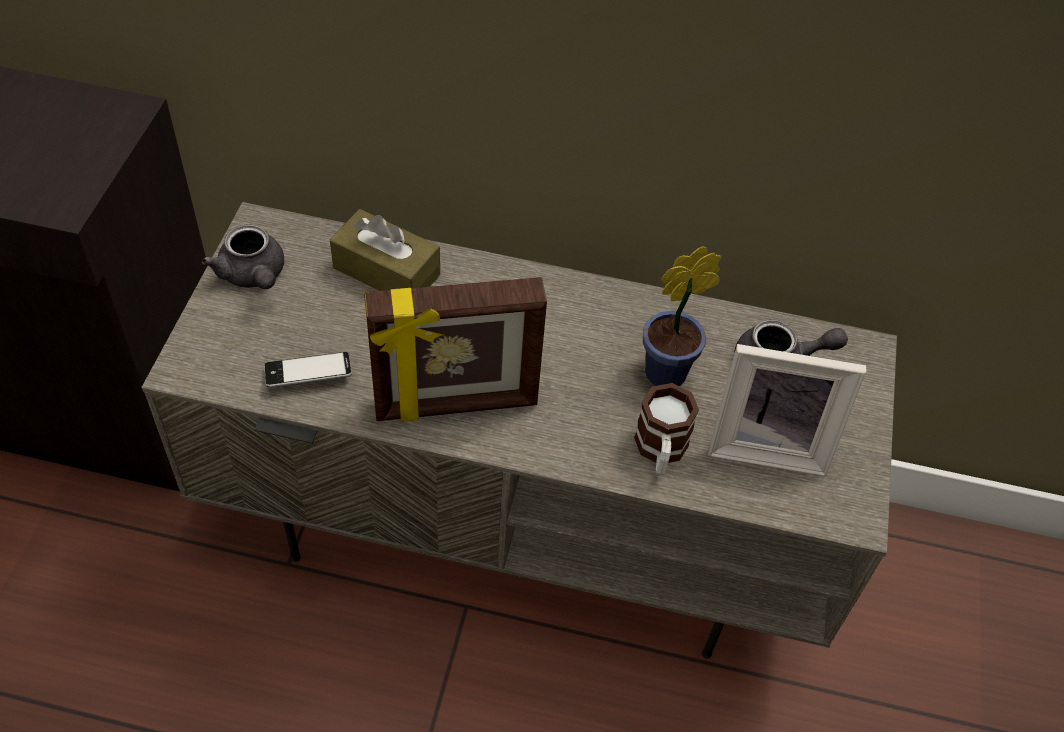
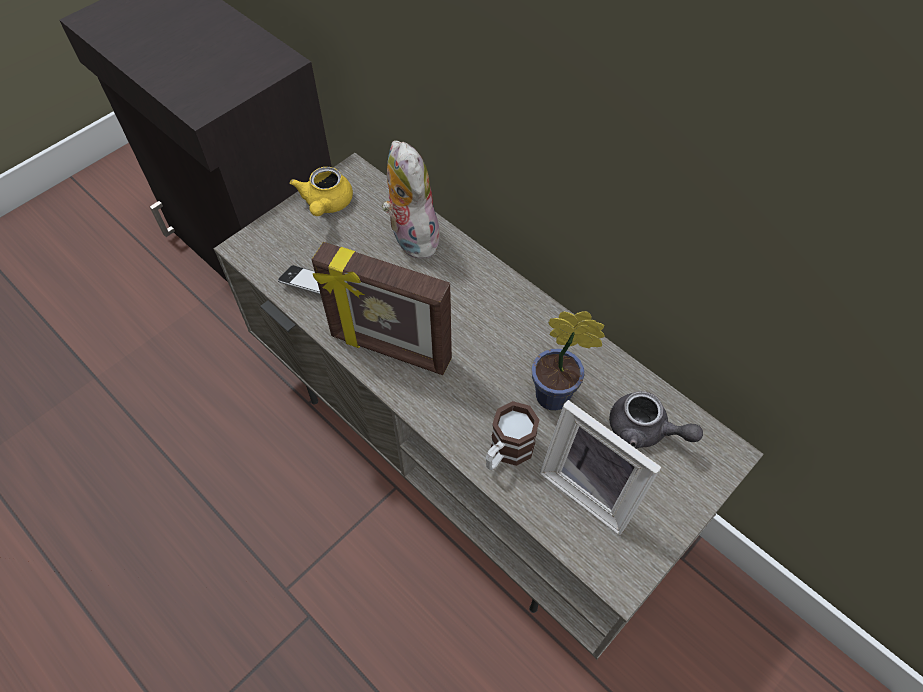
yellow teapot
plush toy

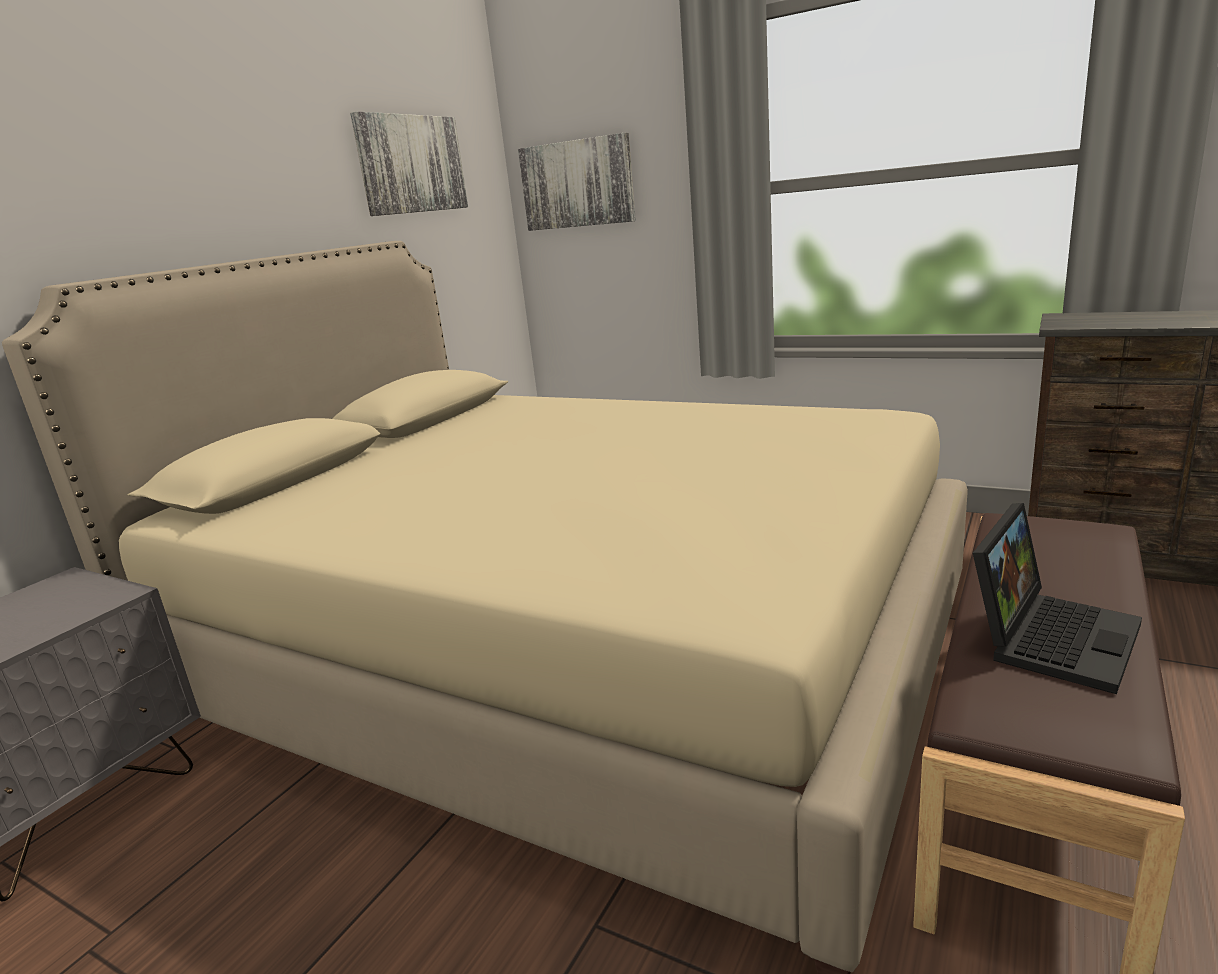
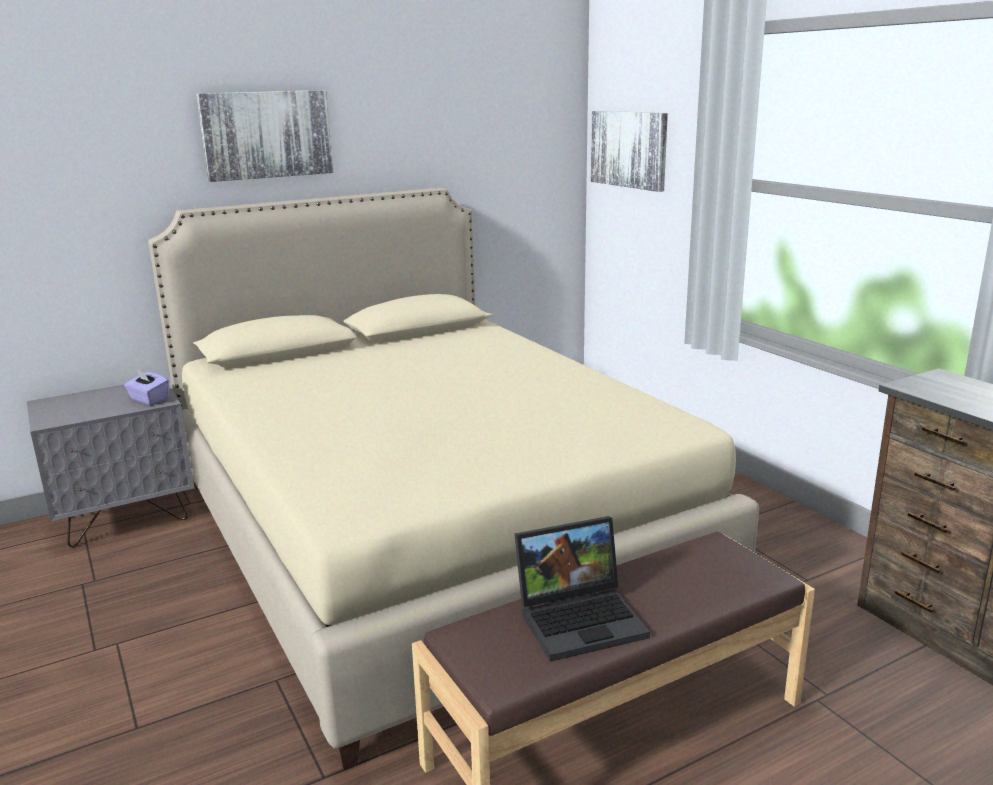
purple tissue box
picture (1st from left)

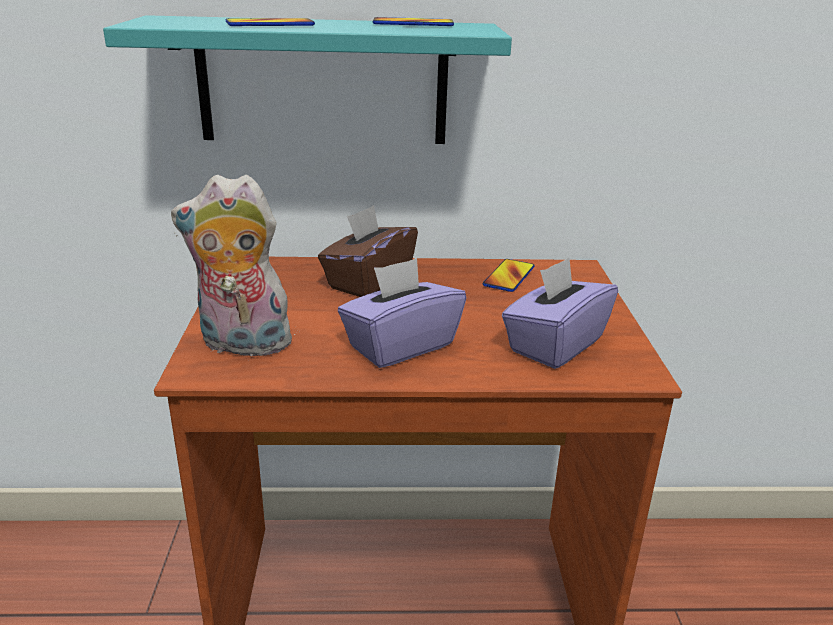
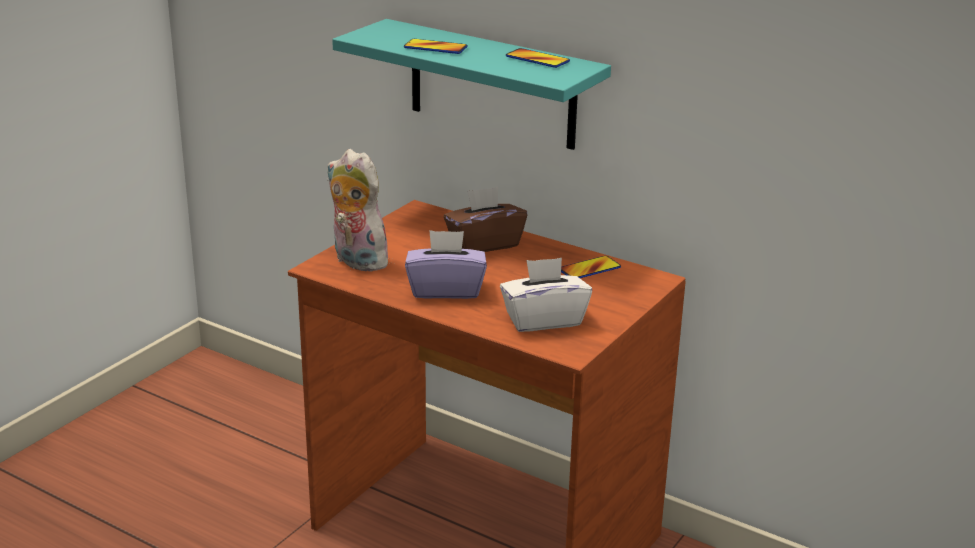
white tissue box

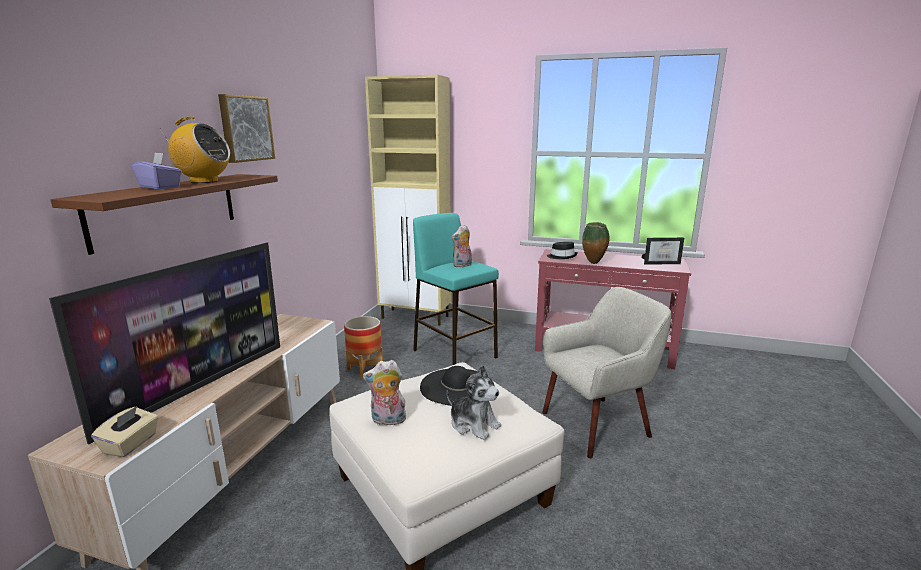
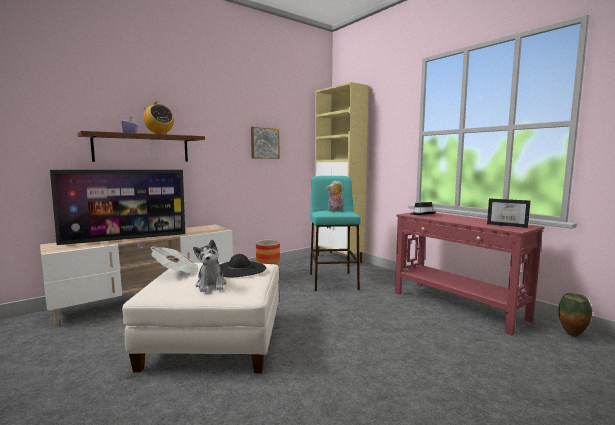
newspaper
picture
vase
beige tissue box
beige armchair

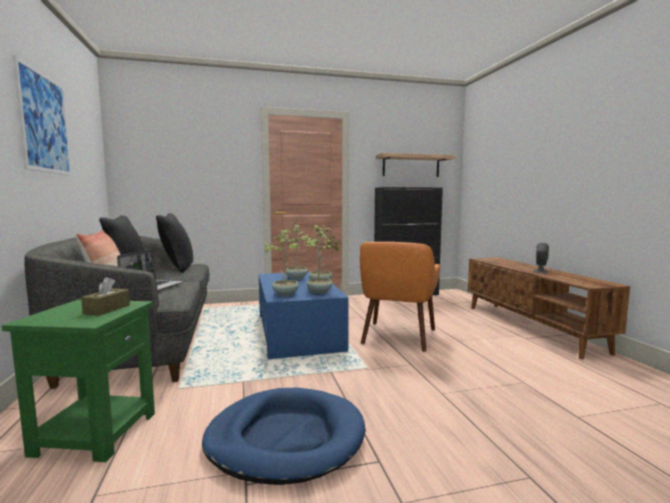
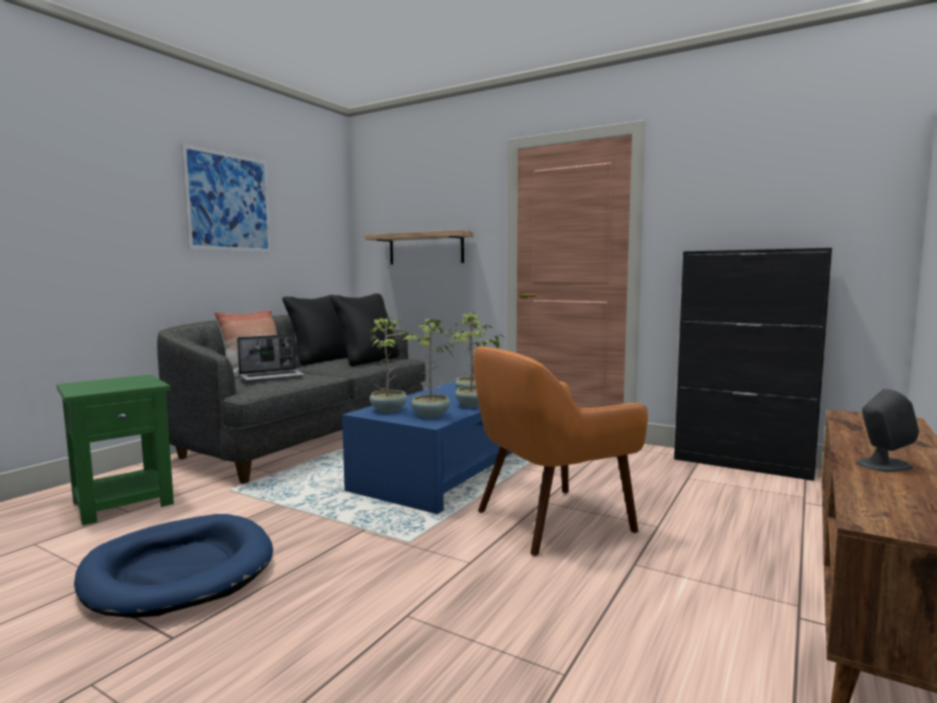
shelf
brown tissue box

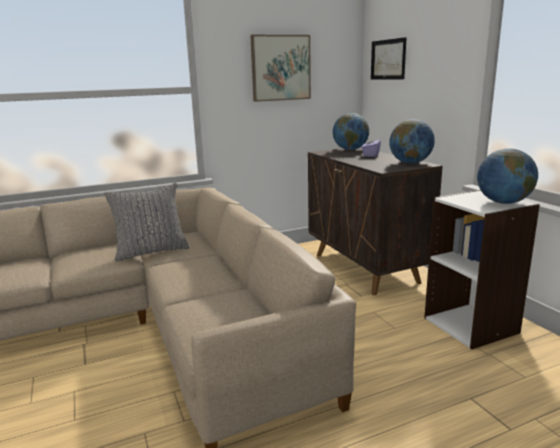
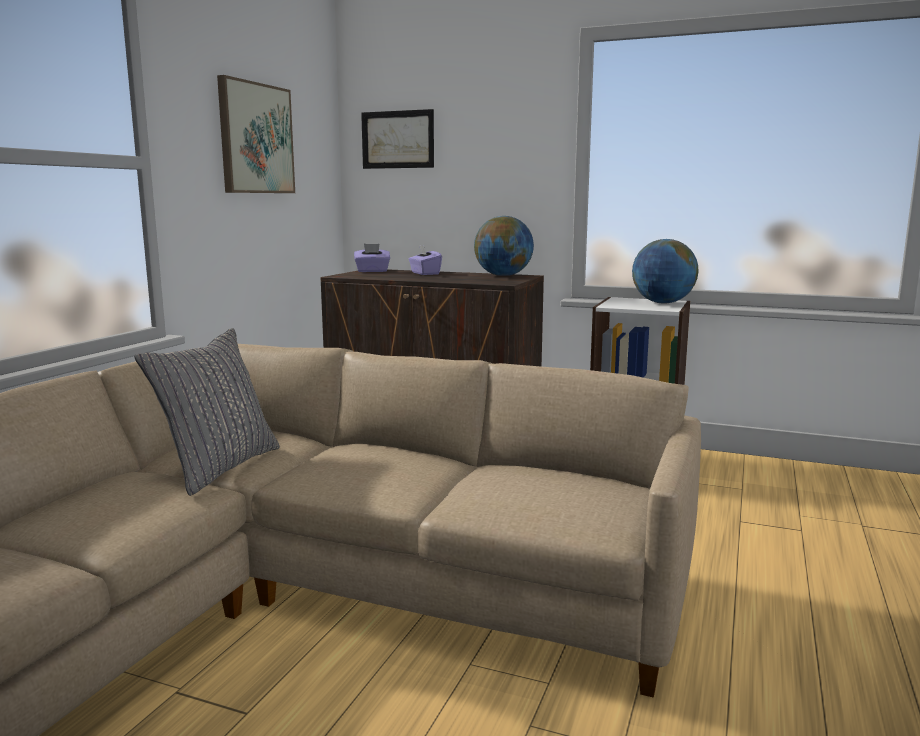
purple tissue box (1st from left)

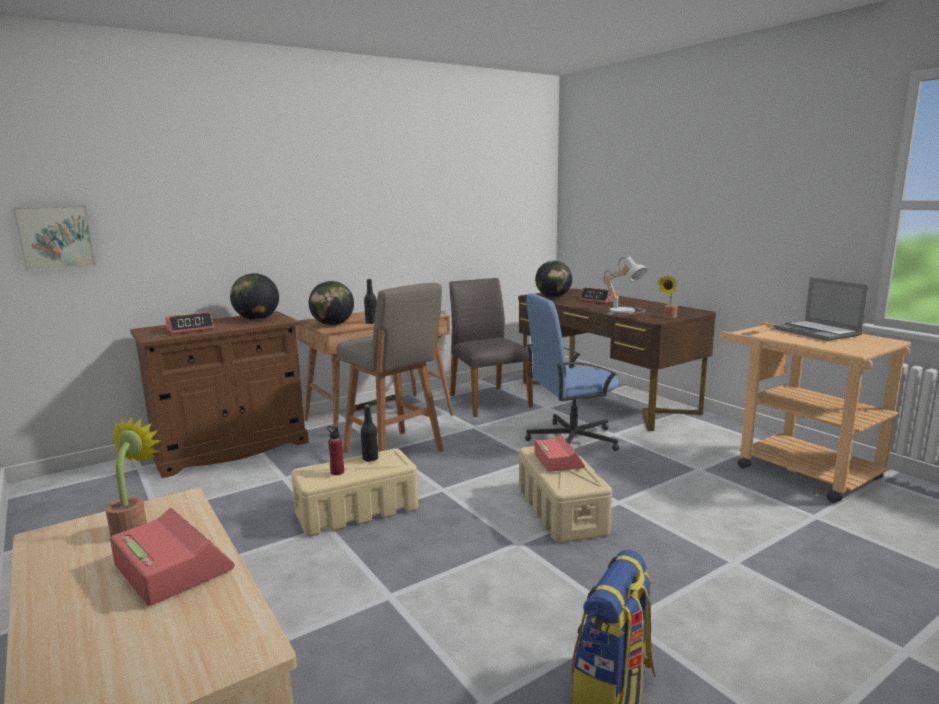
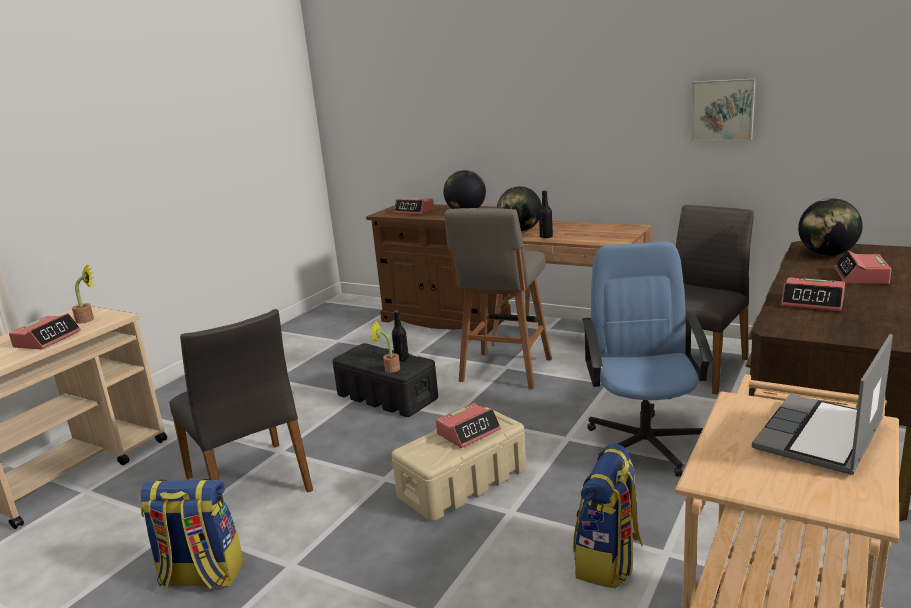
grey chair (1st from left)
black storage box
potted plant (2nd from left)
backpack (2nd from left)
blue office chair
picture
alarm clock (4th from left)
red bottle

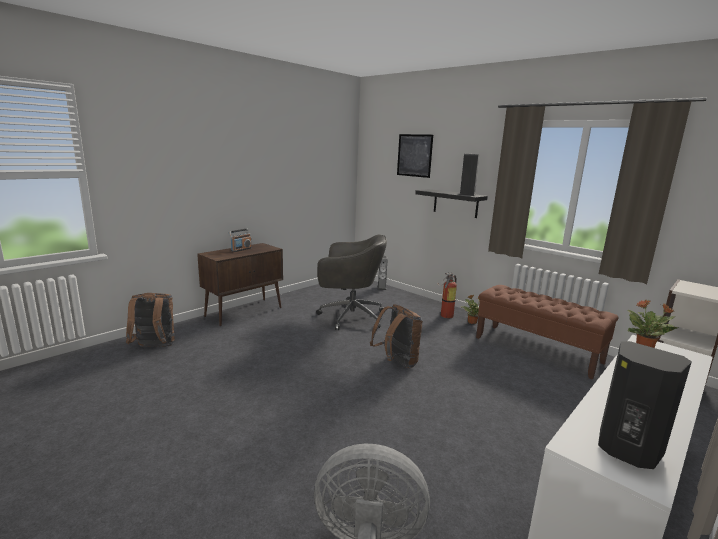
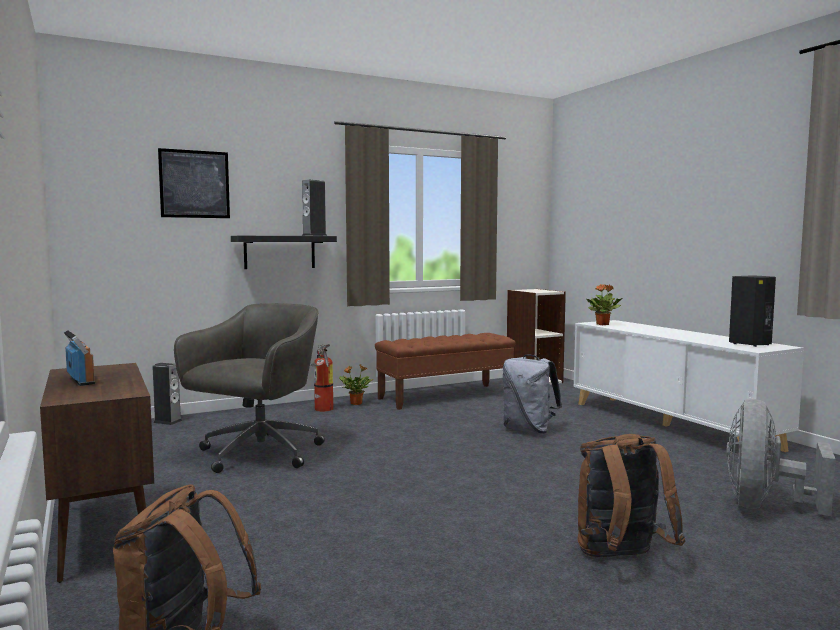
grey backpack
brown backpack (2nd from left)

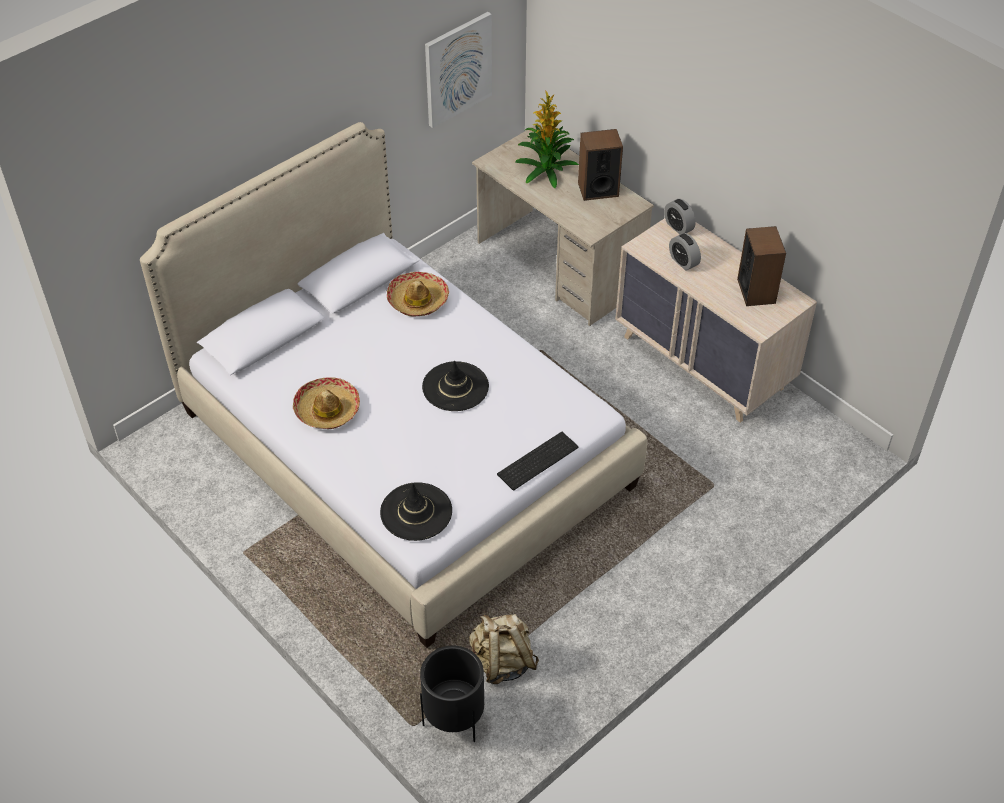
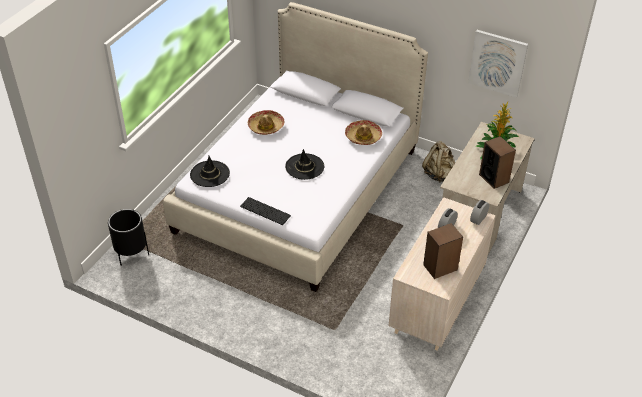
beige backpack

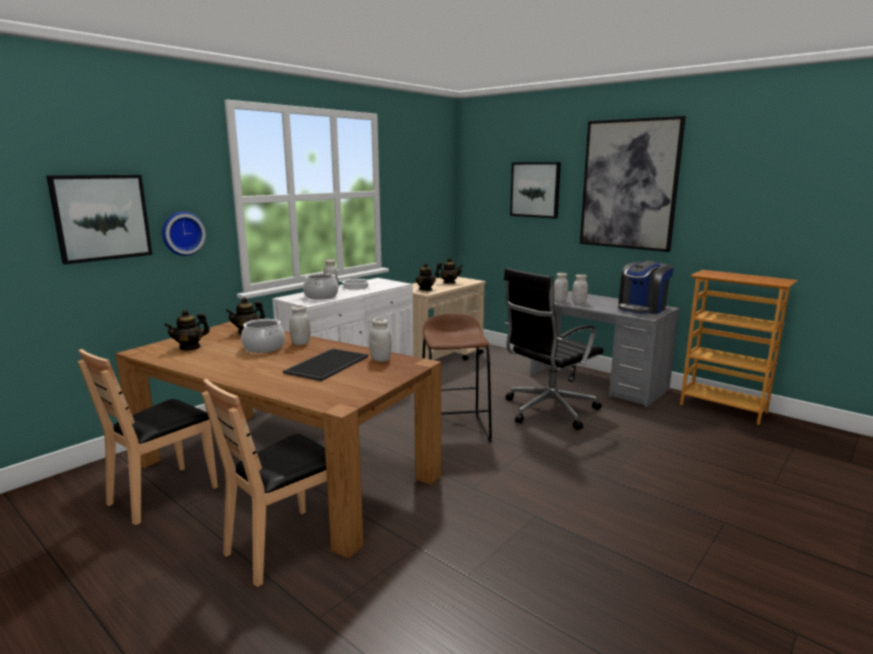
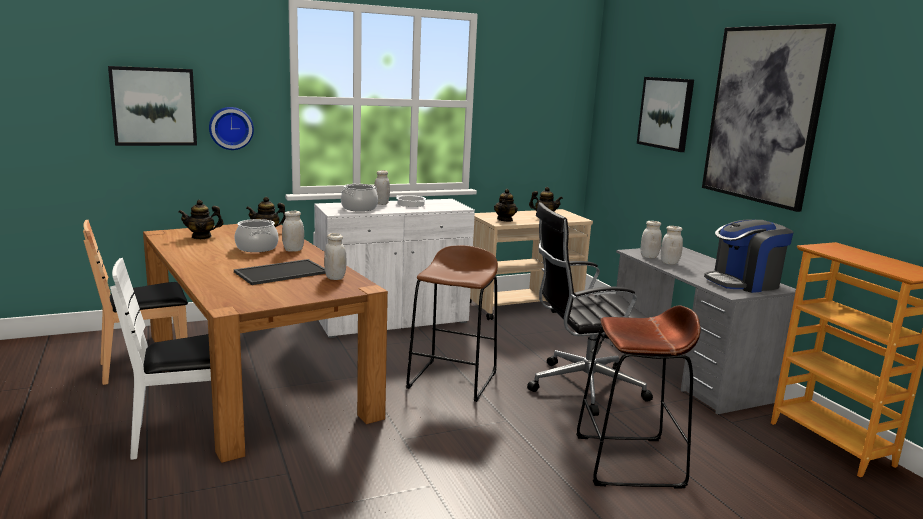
white chair
brown stool (2nd from left)

